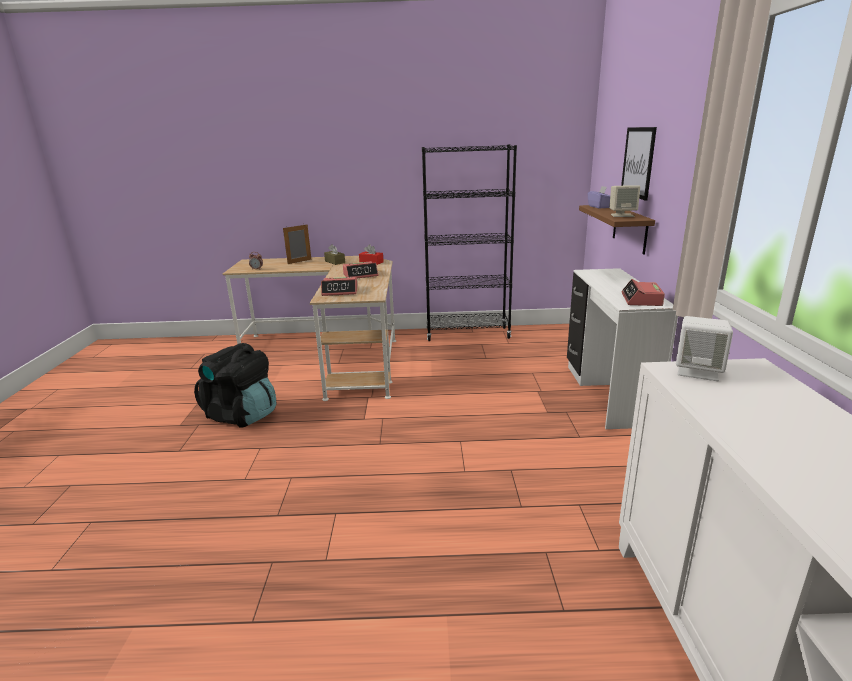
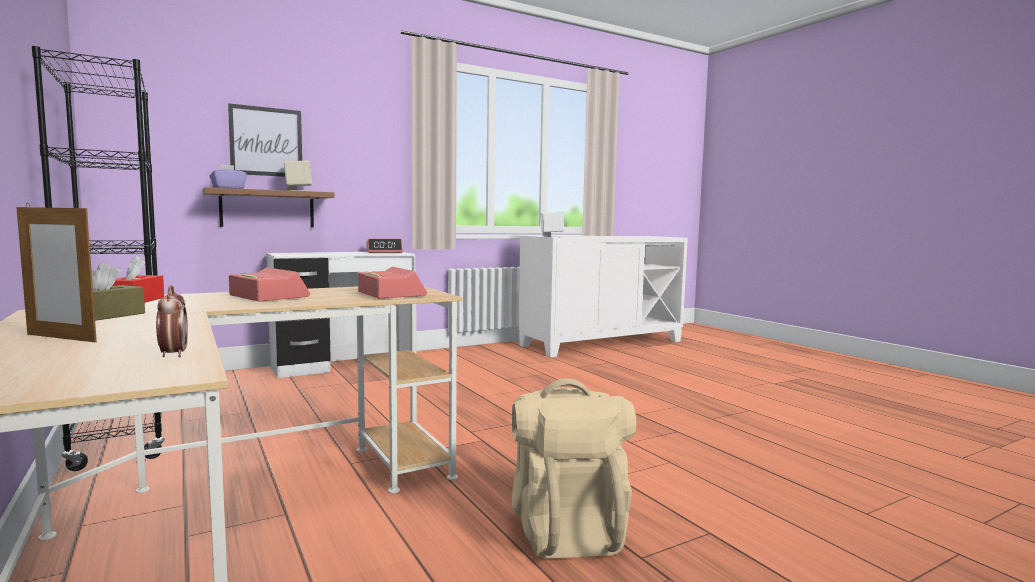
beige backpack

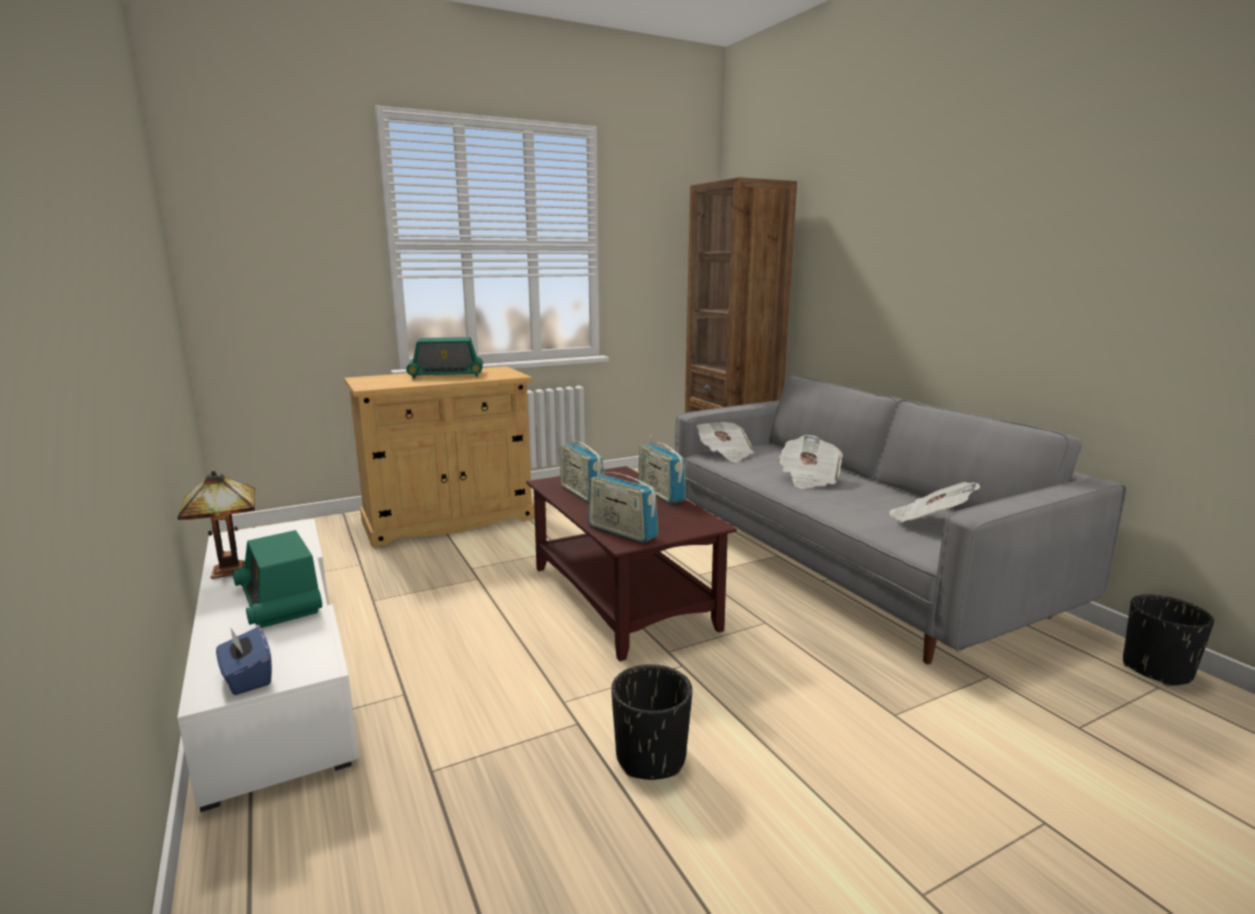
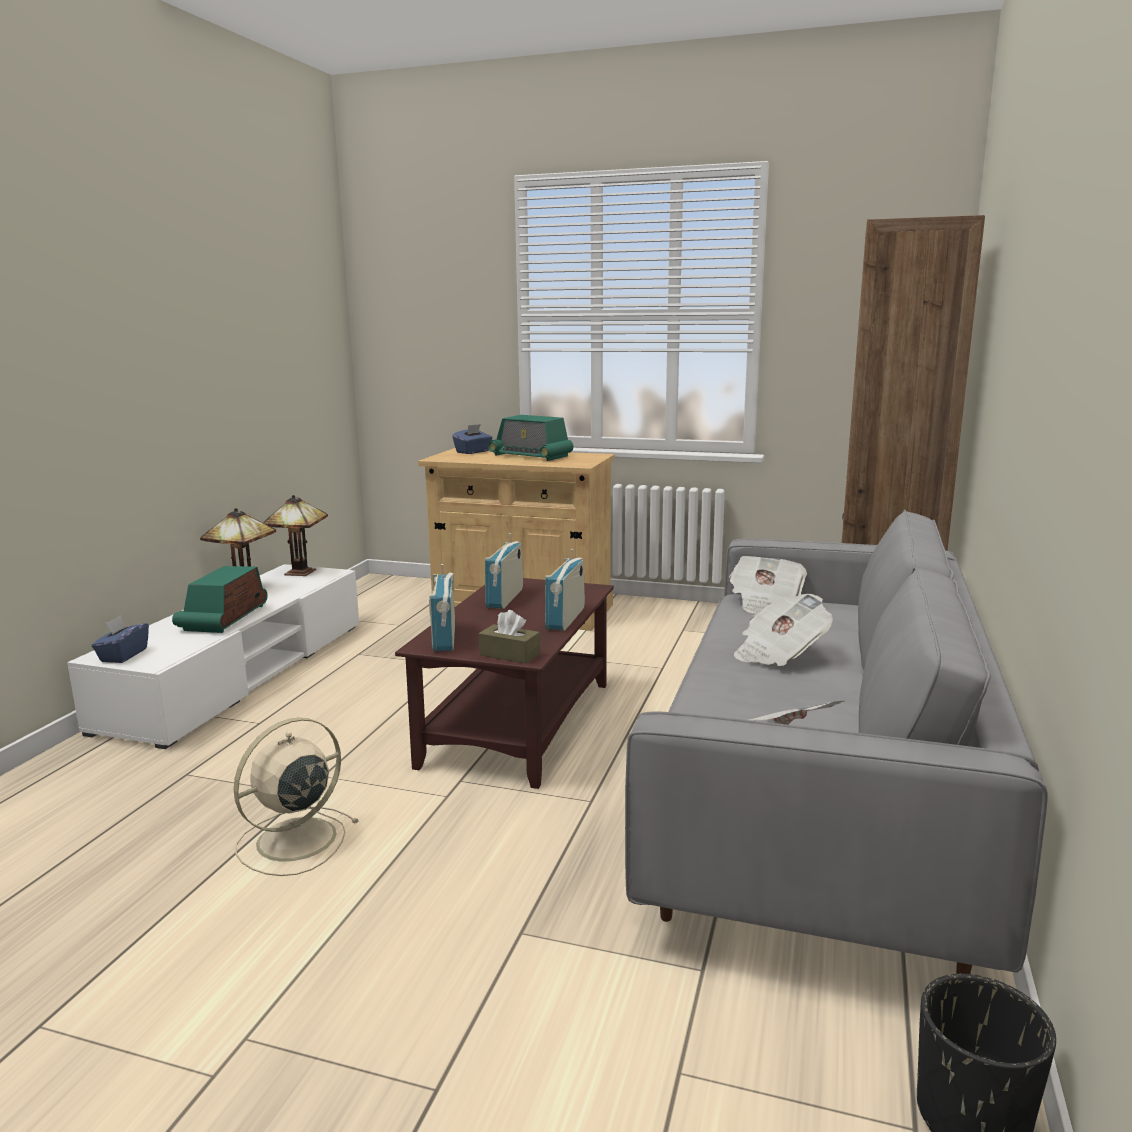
beige fan
table lamp (2nd from left)
blue tissue box (2nd from left)
brown tissue box

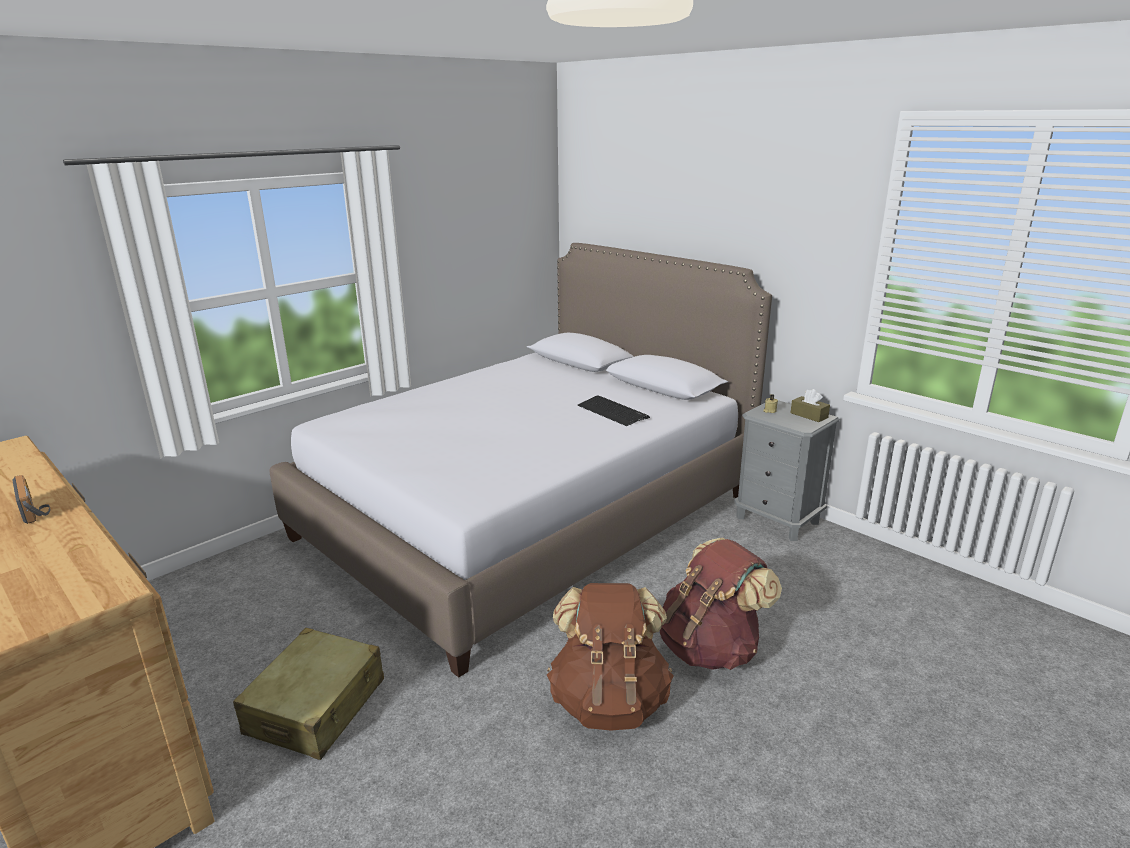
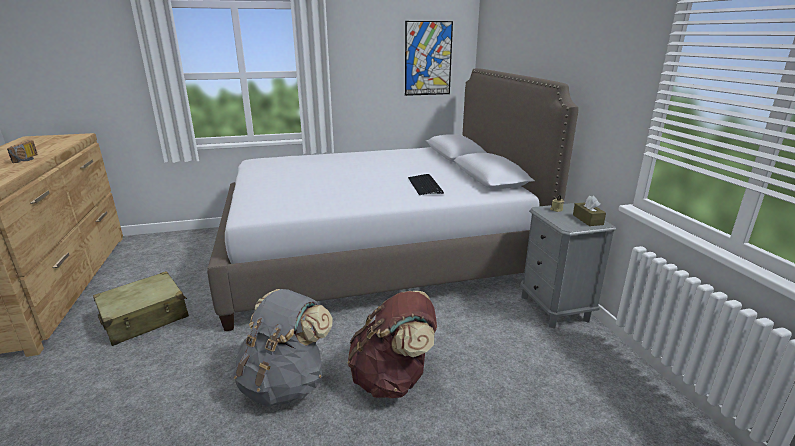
grey backpack
picture

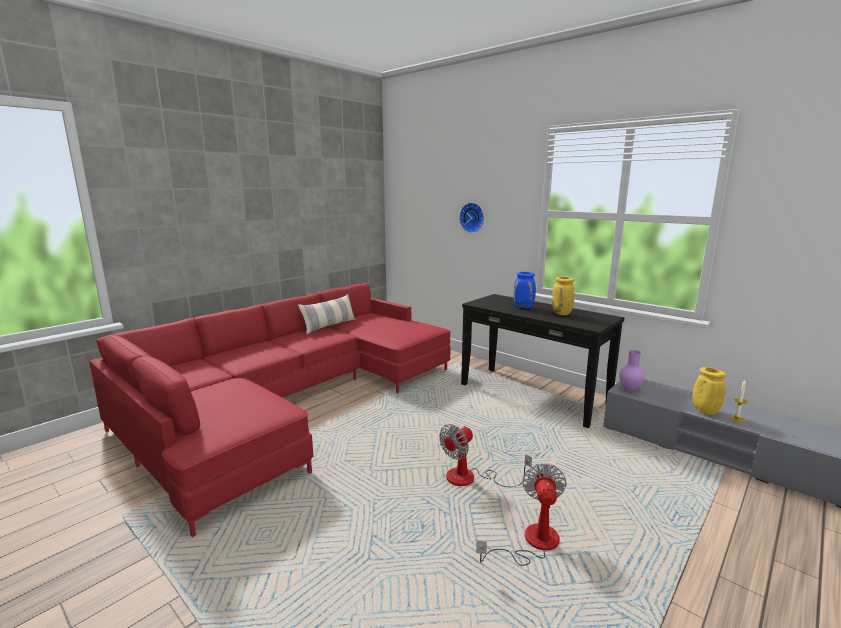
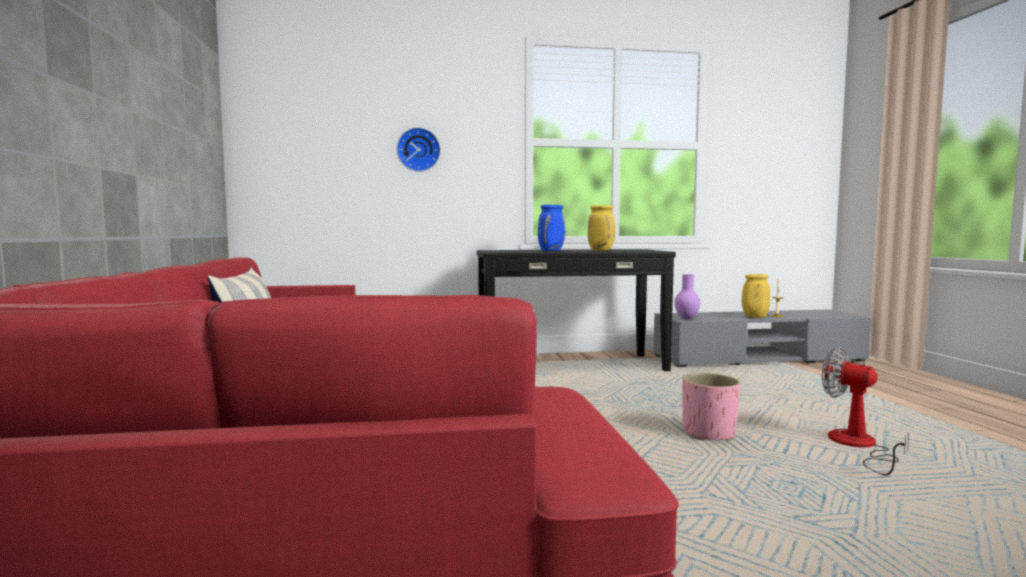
pink planter

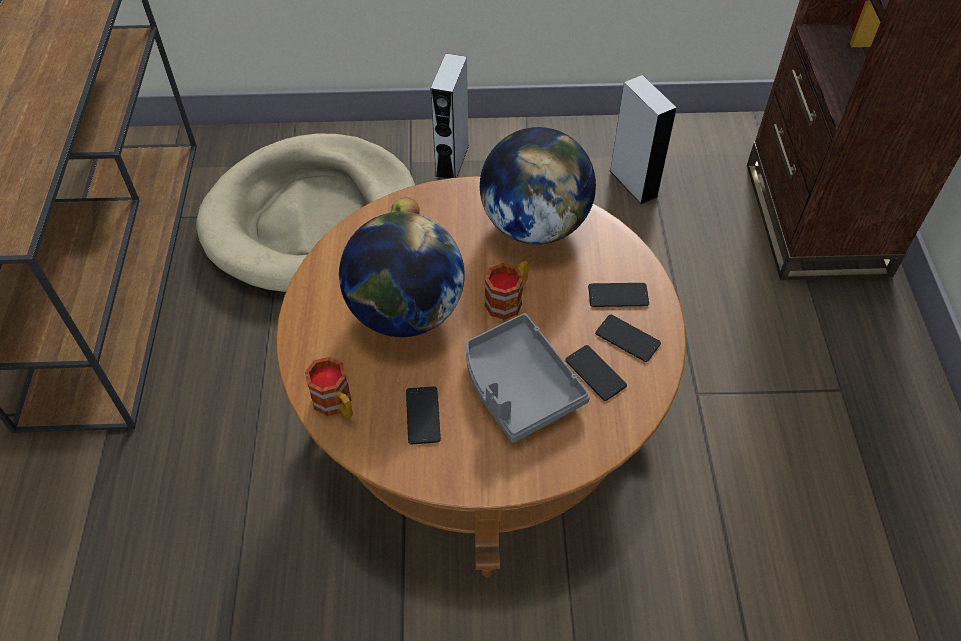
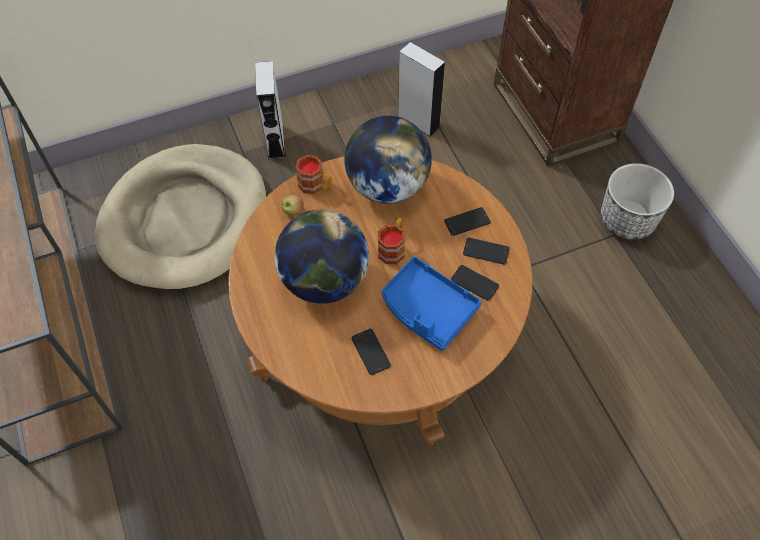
mug (1st from left)
blue tray
planter

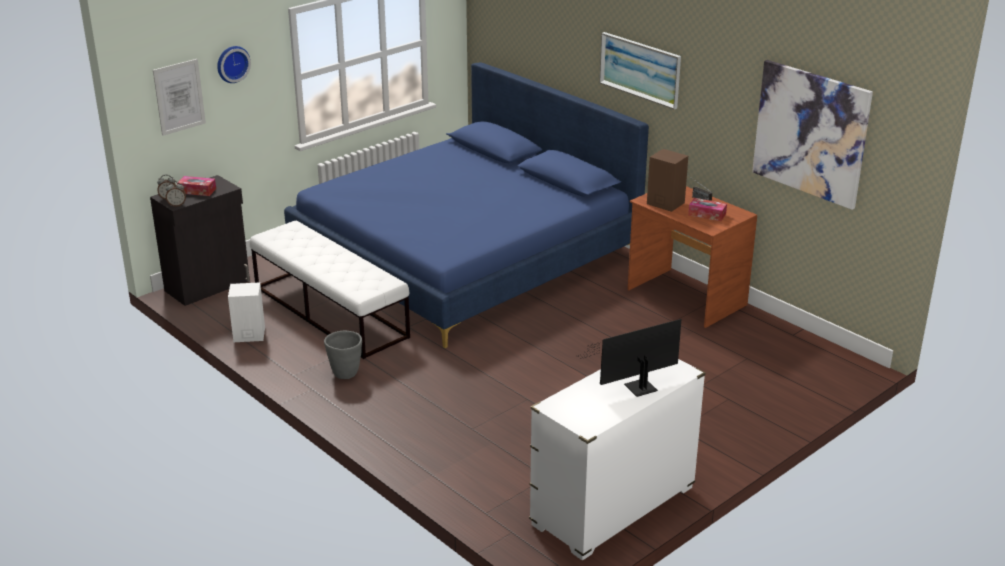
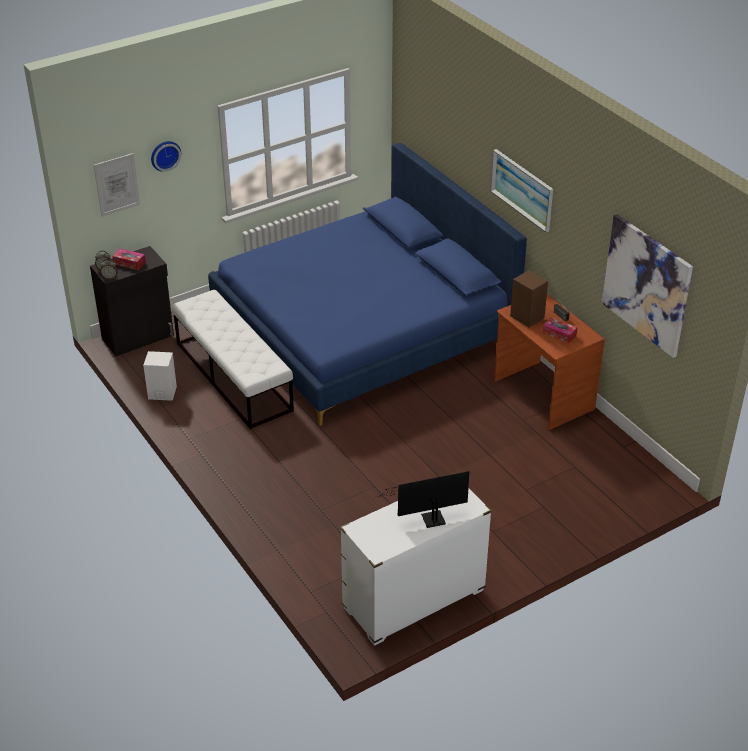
grey planter

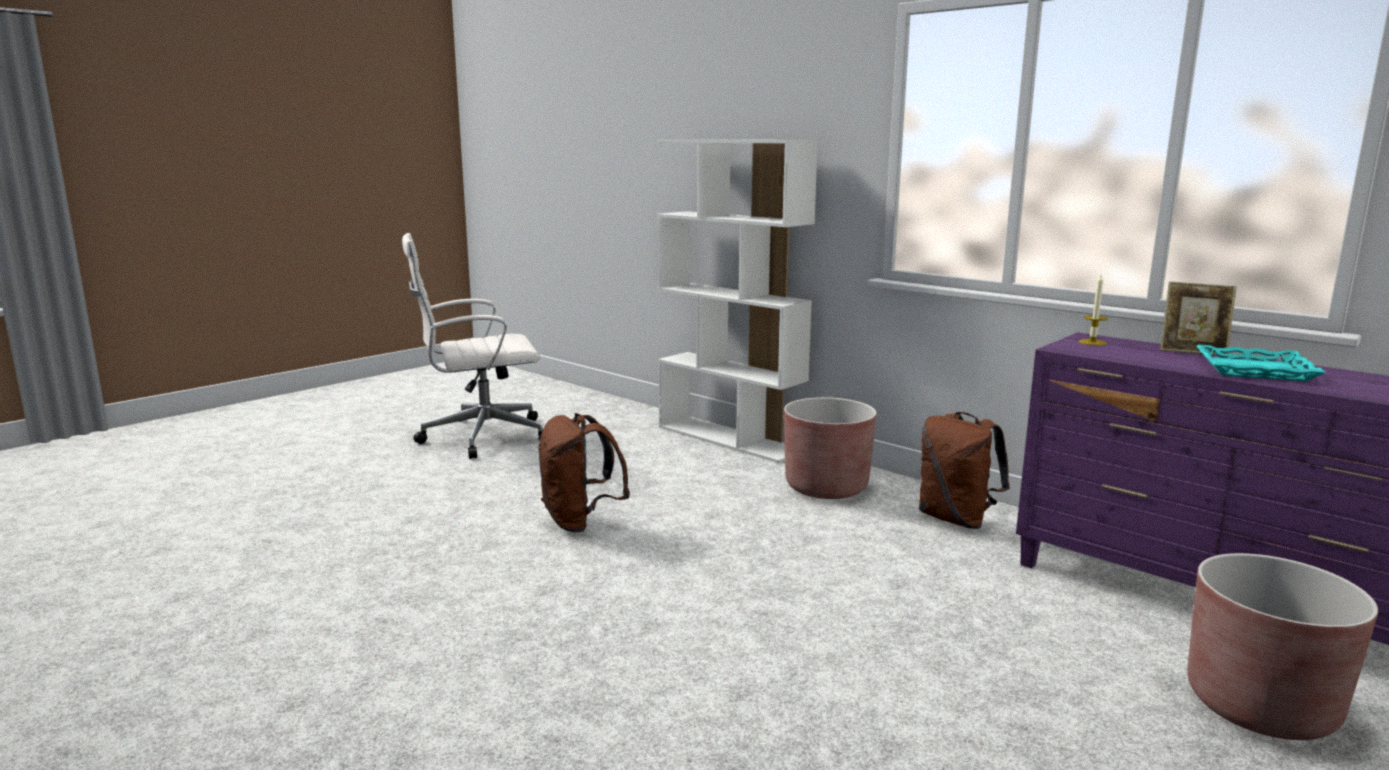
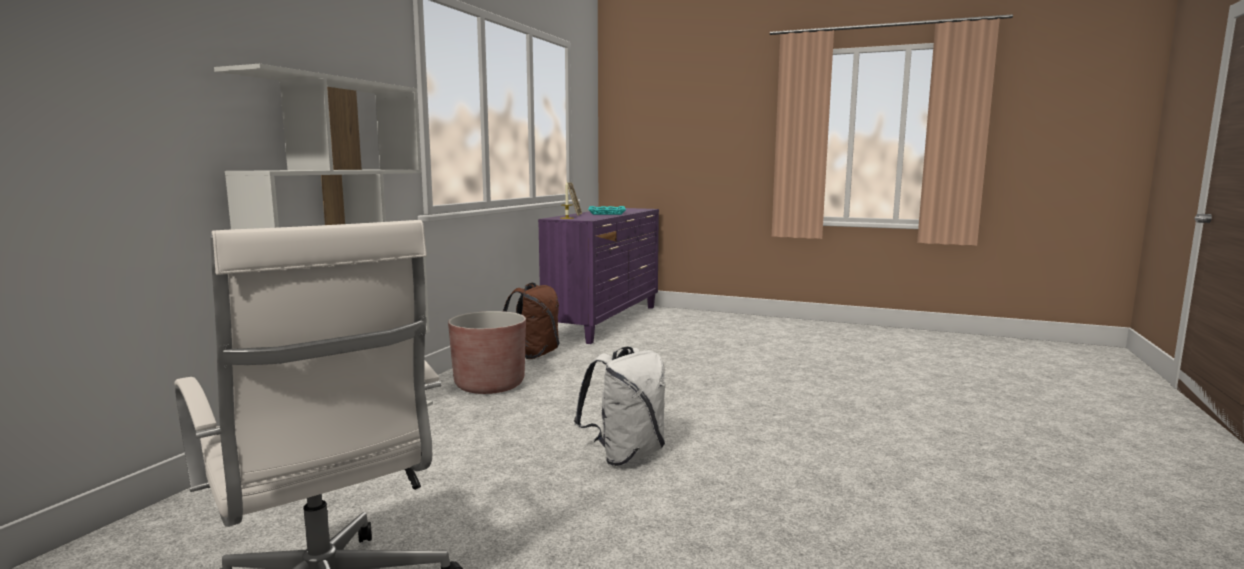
white backpack
brown planter (2nd from left in the first image)

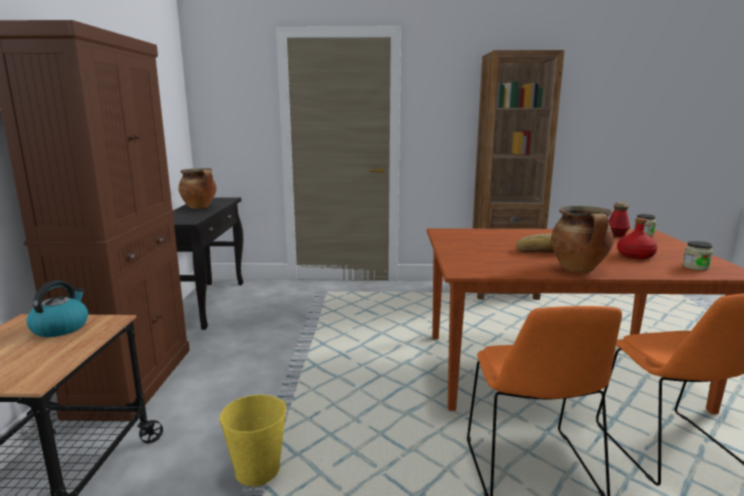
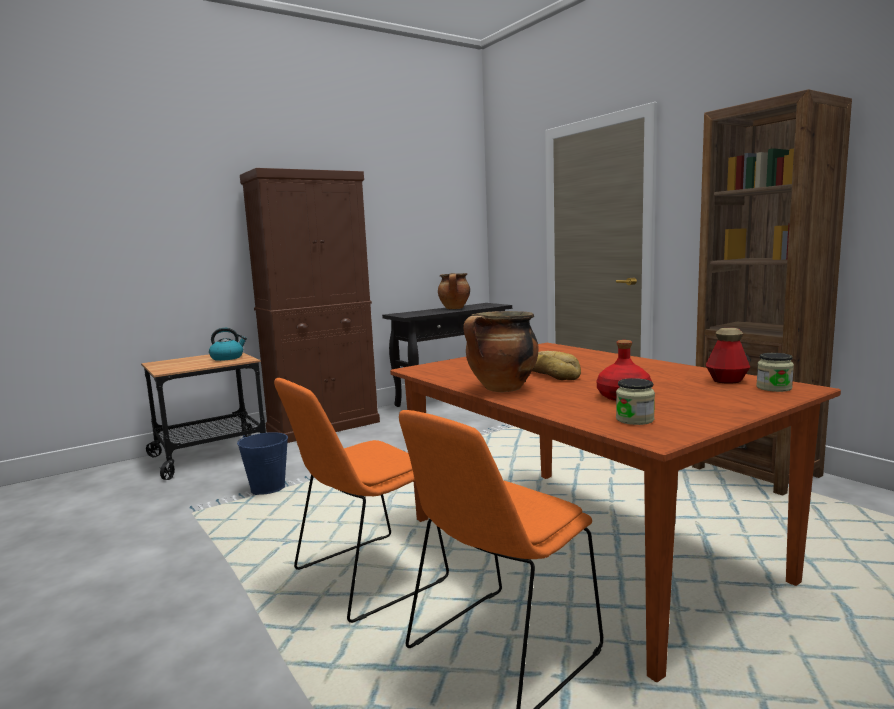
blue bucket

